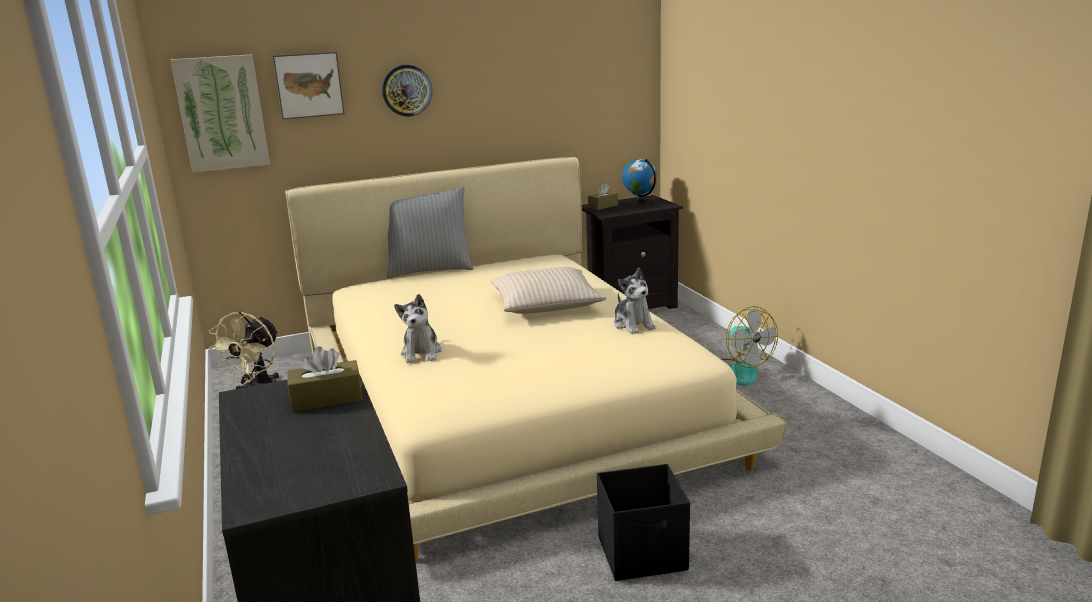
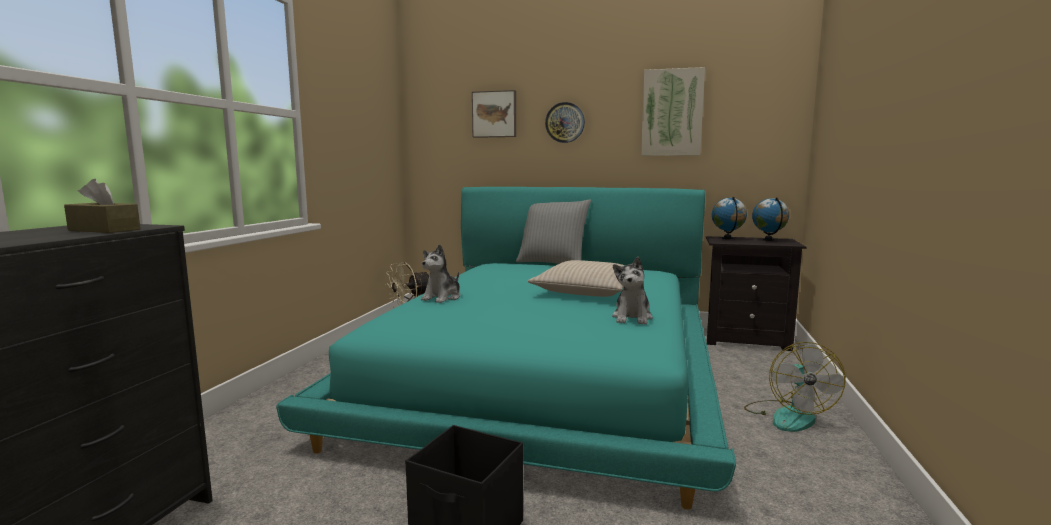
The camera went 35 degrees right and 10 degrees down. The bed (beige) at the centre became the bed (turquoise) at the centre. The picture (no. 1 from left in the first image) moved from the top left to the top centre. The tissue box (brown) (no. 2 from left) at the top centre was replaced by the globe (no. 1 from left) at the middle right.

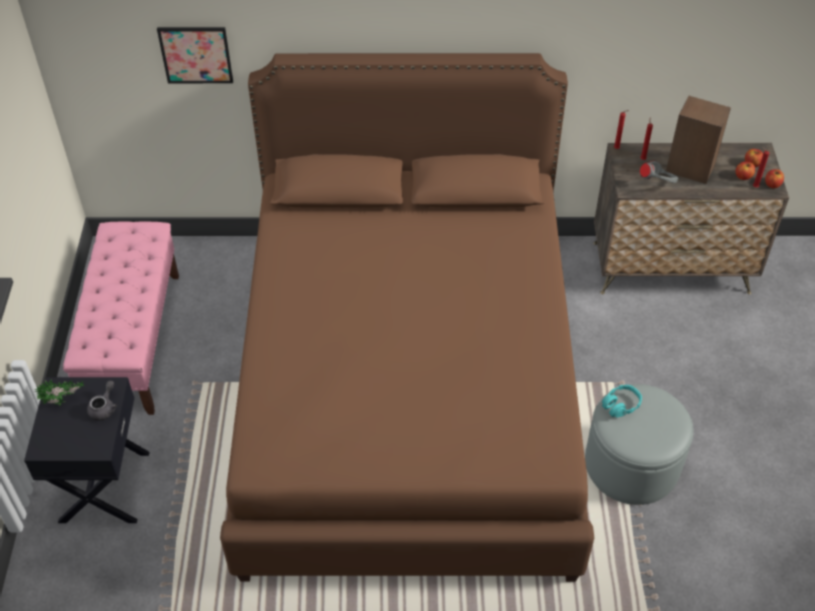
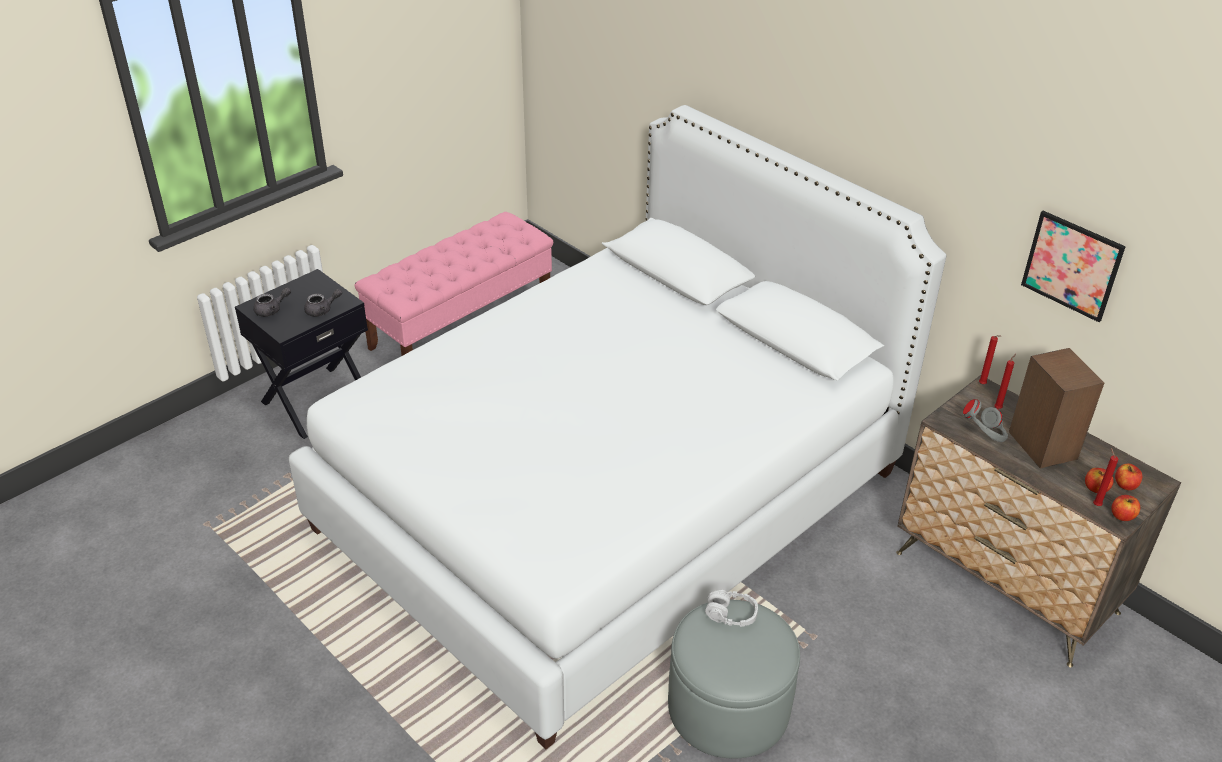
The camera went 45 degrees right and 10 degrees down. The teapot (grey) (no. 1 from left) at the middle left appeared. The bed (brown) at the centre became the bed (white) at the centre. The headphones (turquoise) at the middle right became the headphones (grey) (no. 1 from left) at the bottom centre. The picture moved from the top left to the middle right. The potted plant at the middle left disappeared.

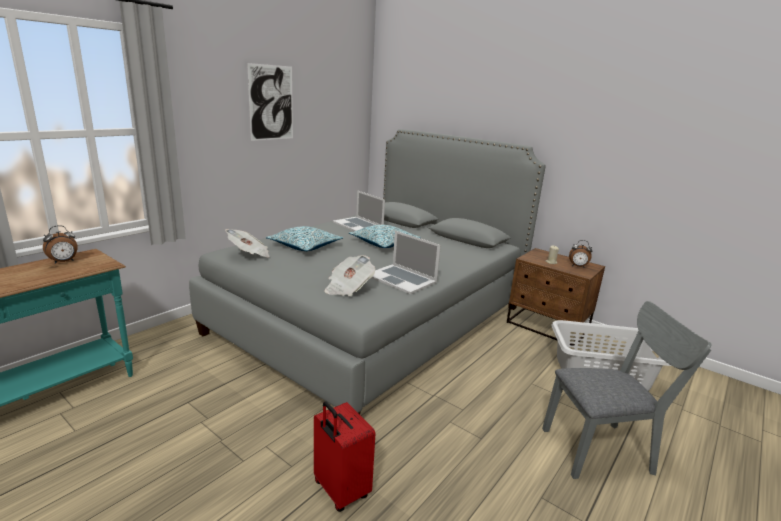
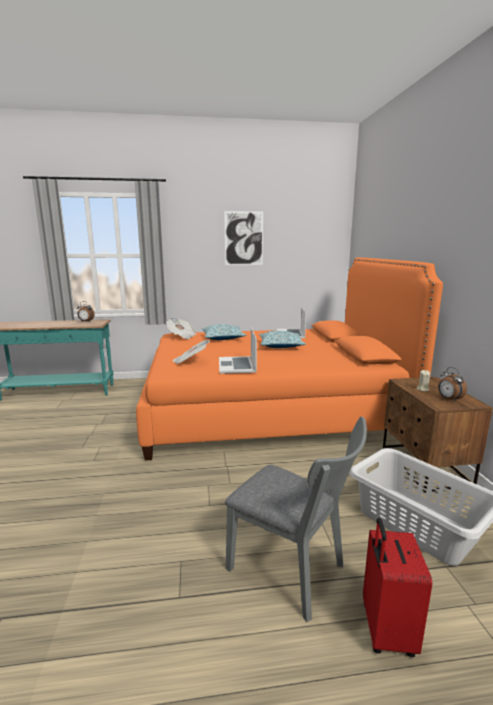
The camera went 45 degrees right and 5 degrees down. The bed (grey) at the centre became the bed (orange) at the centre. The suitcase (red) moved from the bottom centre to the bottom right.

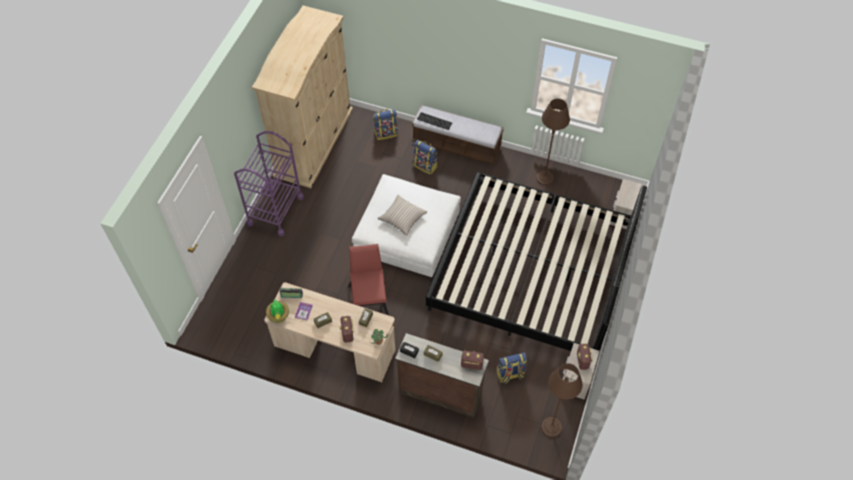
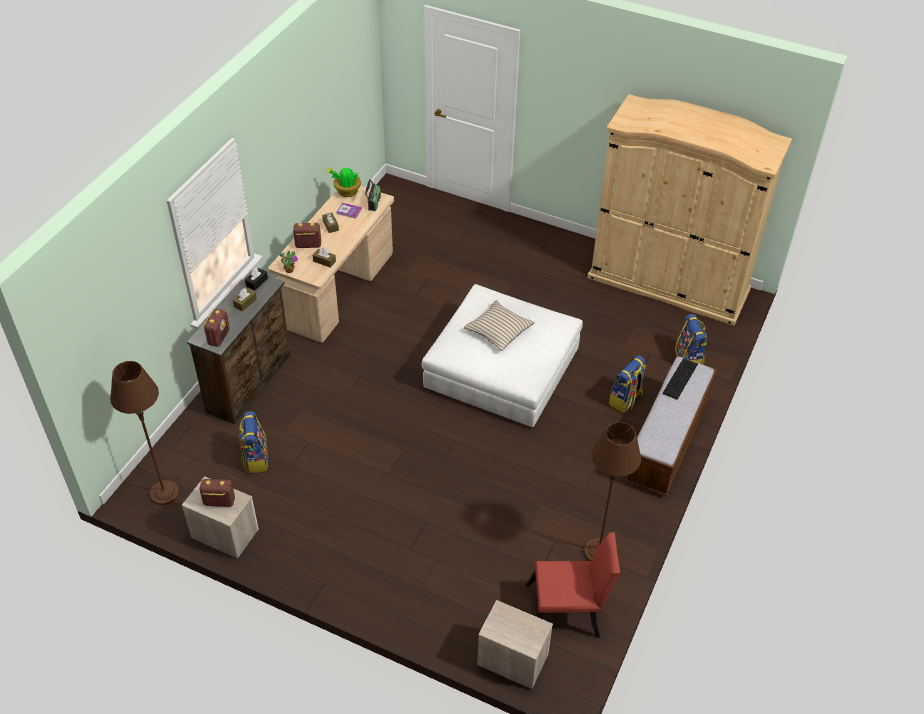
The camera went 95 degrees right and 10 degrees down. The chair (red) moved from the centre to the bottom centre. The cart (purple) at the middle left disappeared. The bed at the centre disappeared.

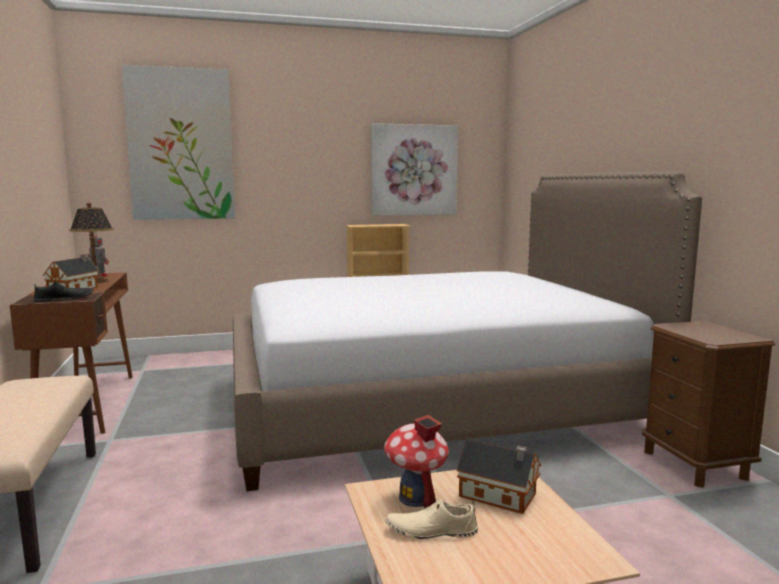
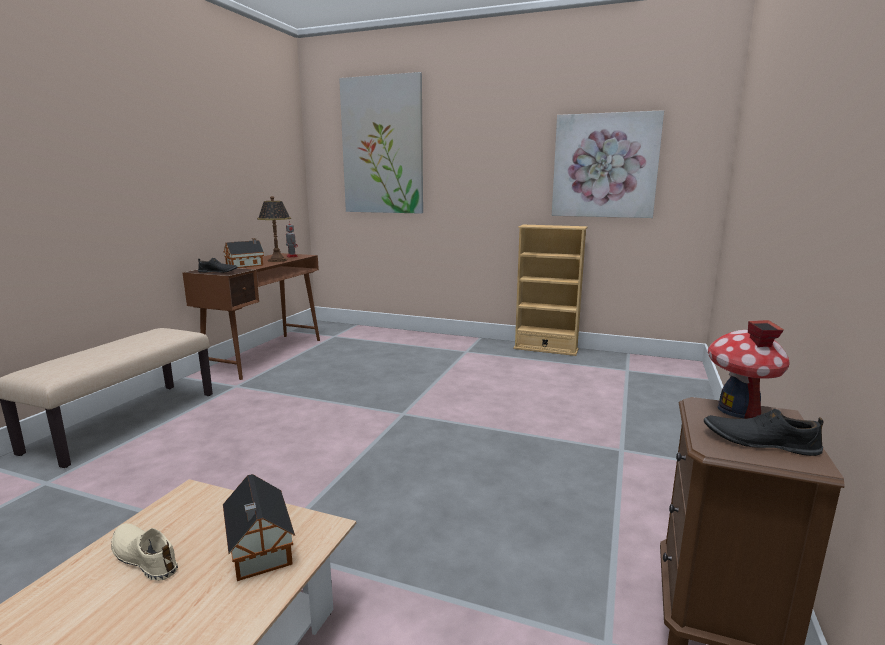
The camera went 35 degrees right and 5 degrees up. The shoe (black) (no. 2 from left) at the bottom right appeared. The toy house (no. 2 from left in the first image) moved from the bottom centre to the middle right. The bed at the centre disappeared.

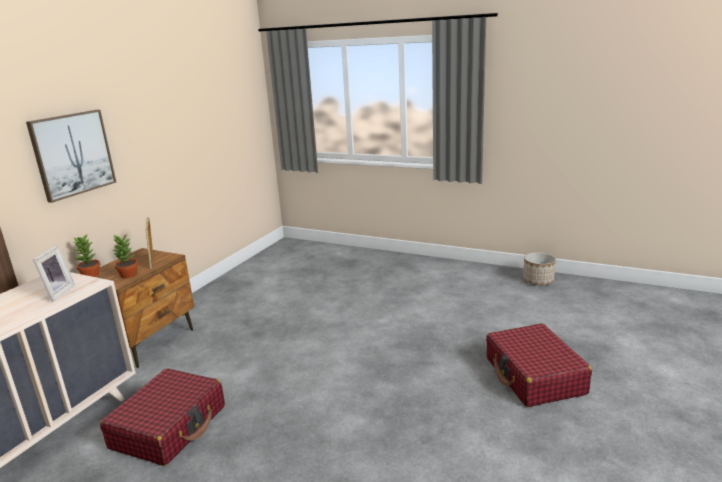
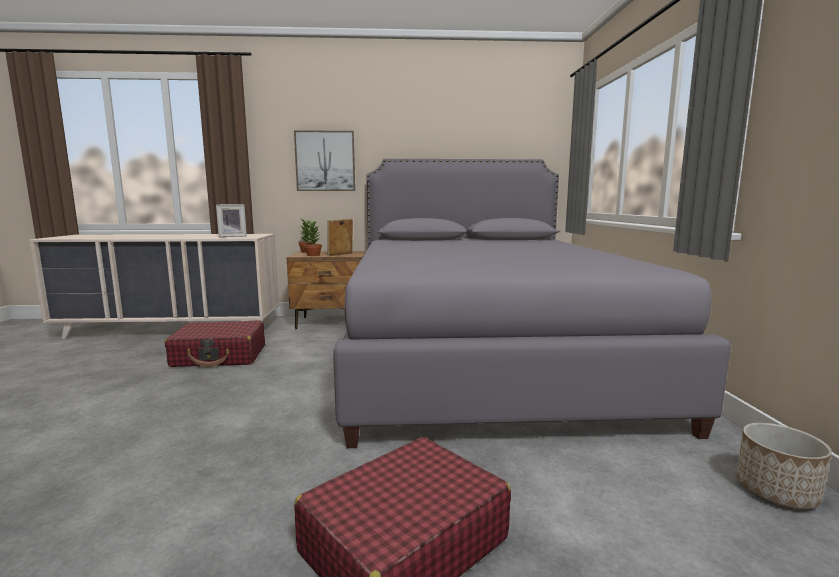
The camera went 60 degrees right and 10 degrees down. The bed (grey) at the centre appeared.

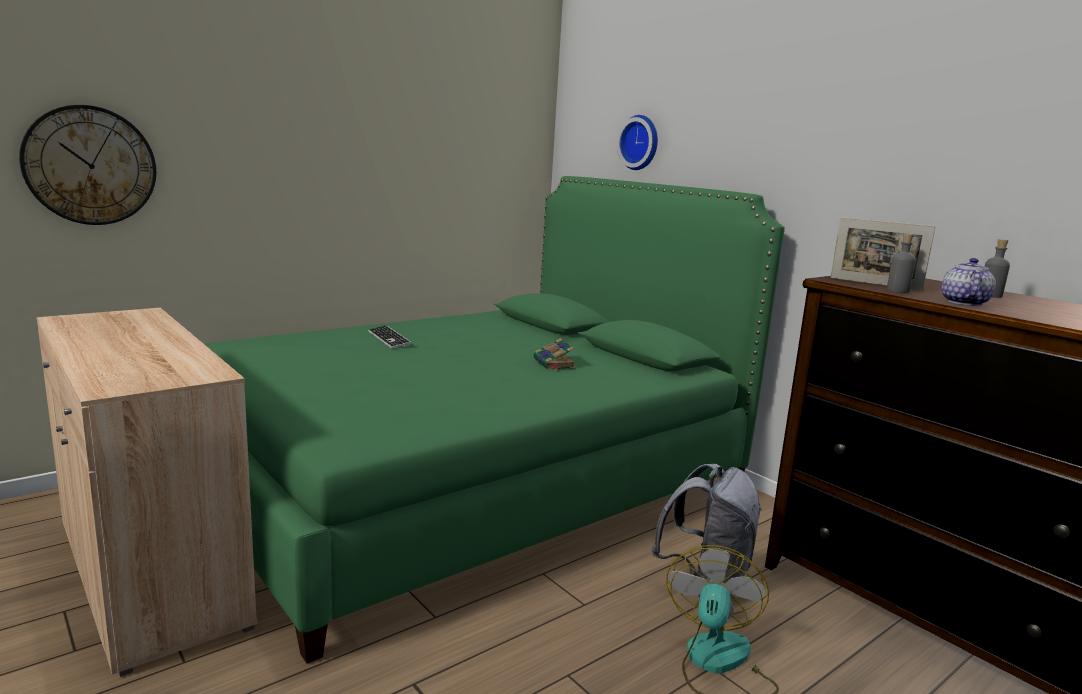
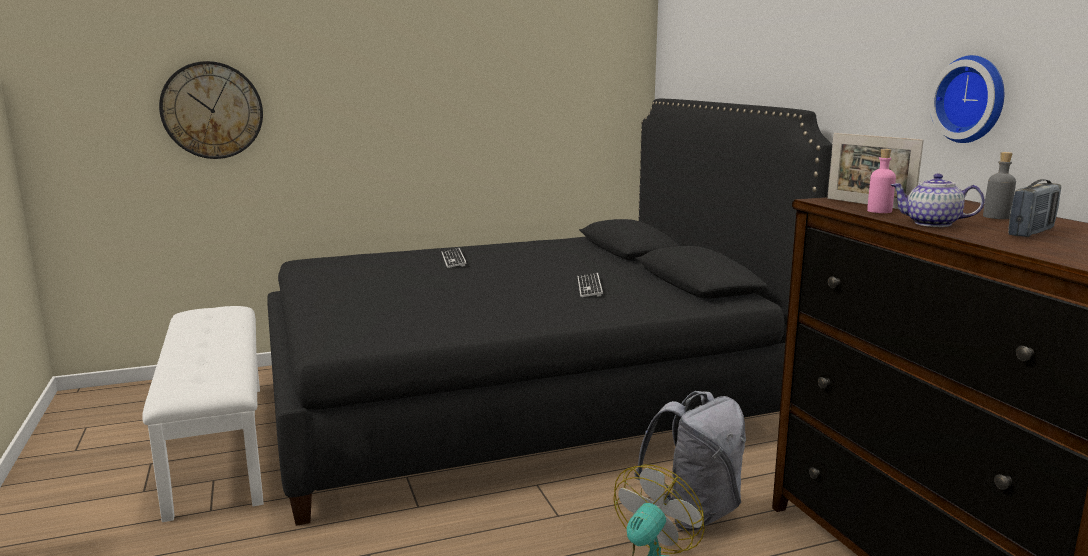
The camera went 20 degrees right and 0 degrees up. The cabinet (beige) at the bottom left was replaced by the bench (white) at the bottom left. The bed (green) at the centre became the bed (black) at the centre. The book at the centre was replaced by the keyboard (no. 2 from left) at the centre. The bottle (grey) (no. 1 from left) at the middle right became the bottle (pink) at the top right. The teapot at the middle right turned 105 degrees counterclockwise. The wall clock (no. 2 from left) moved from the top centre to the top right. The radio at the middle right appeared.

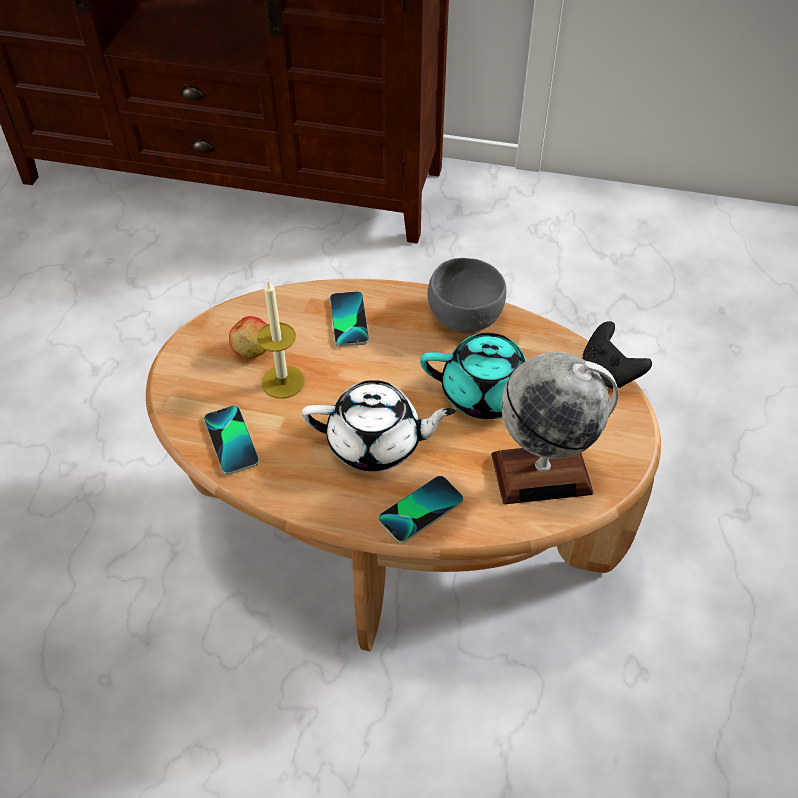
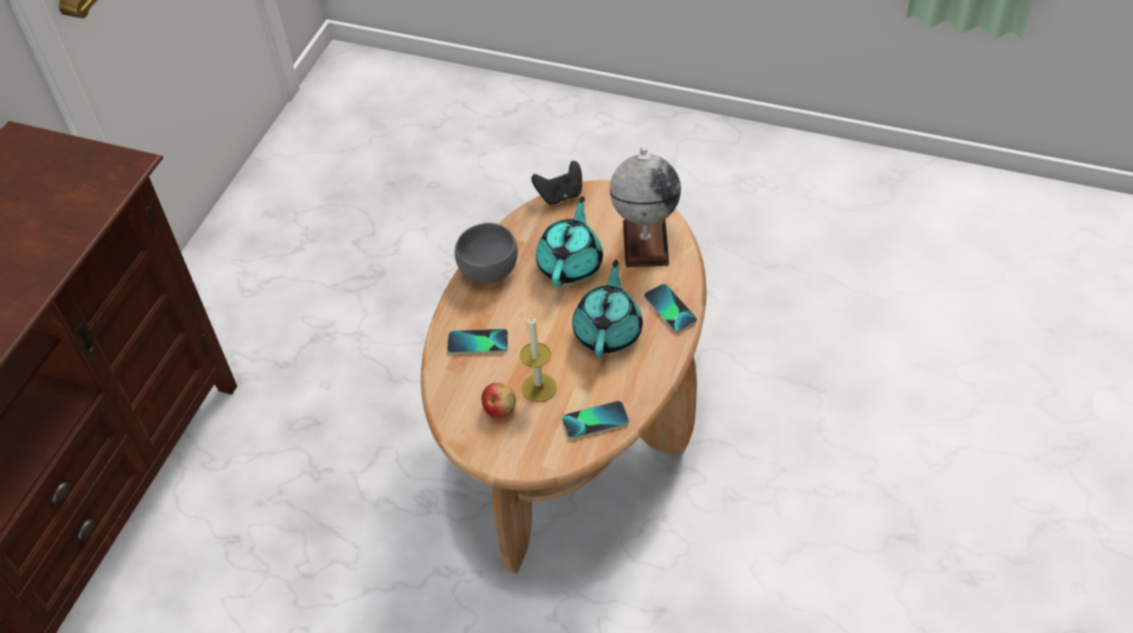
The camera went 80 degrees left and 0 degrees up. The teapot (white) at the centre became the teapot (turquoise) (no. 2 from left) at the centre.

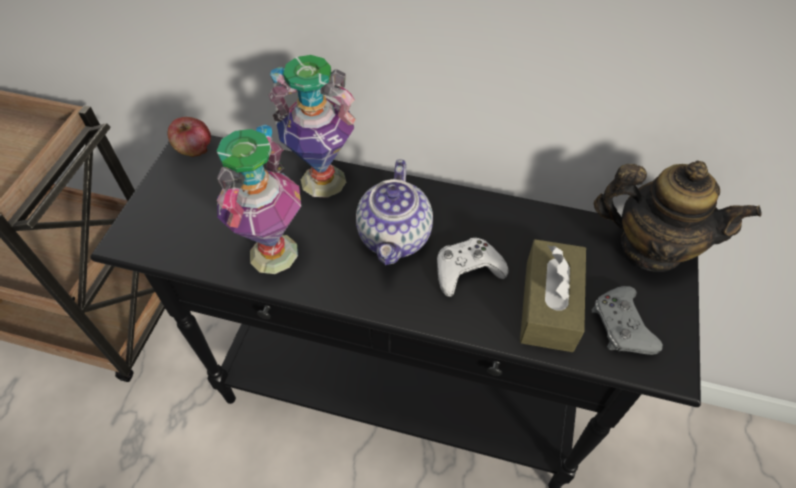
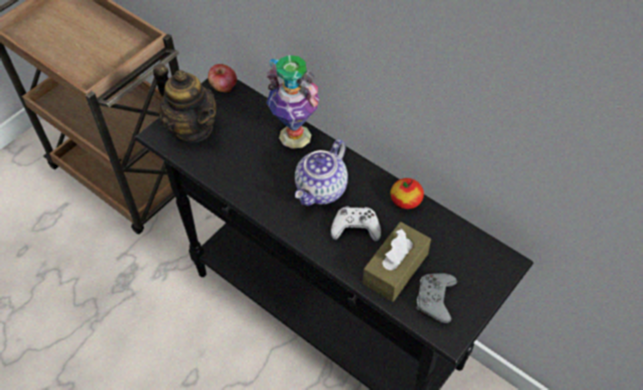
The camera went 25 degrees right and 0 degrees up. The teapot (no. 2 from left in the first image) moved from the middle right to the top left. The apple (no. 2 from left) at the centre appeared. The vase (no. 1 from left) at the middle left disappeared.

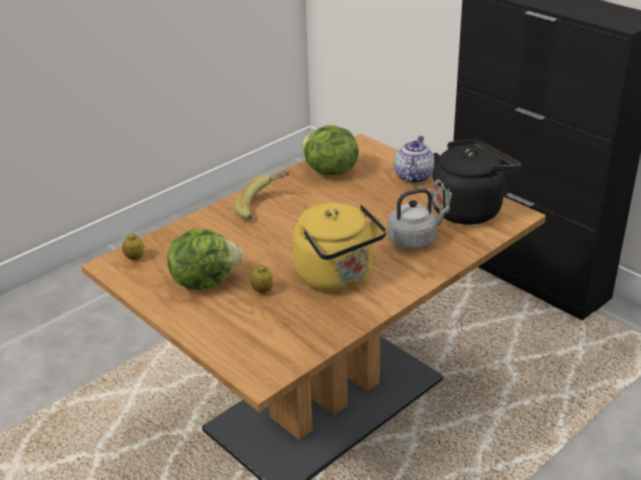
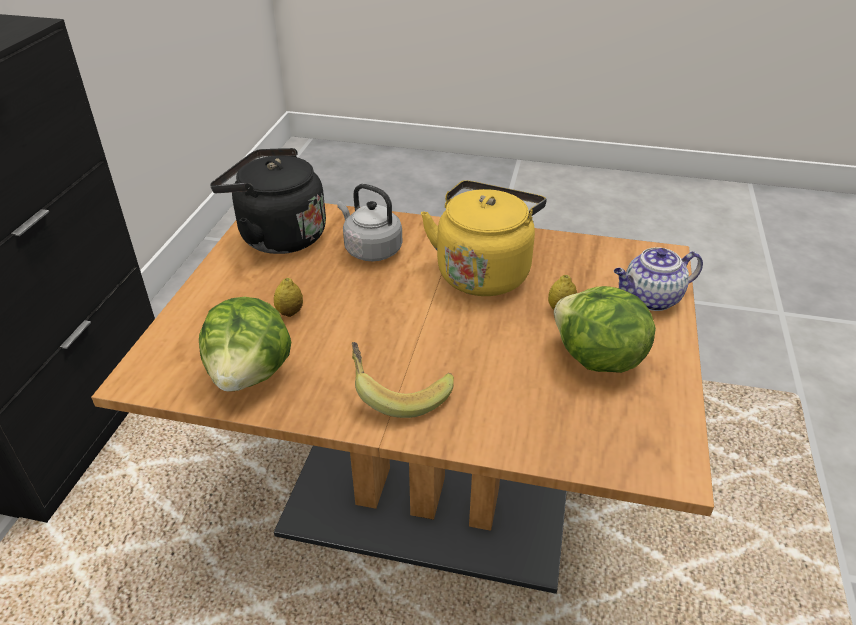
The camera went 125 degrees left and 5 degrees up. The lemon (no. 1 from left) moved from the middle left to the centre. The teapot moved from the centre to the middle right.

